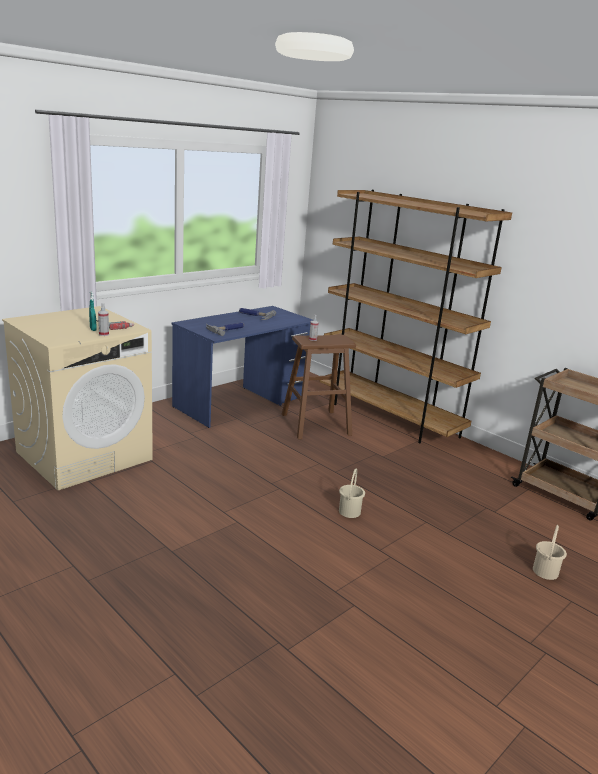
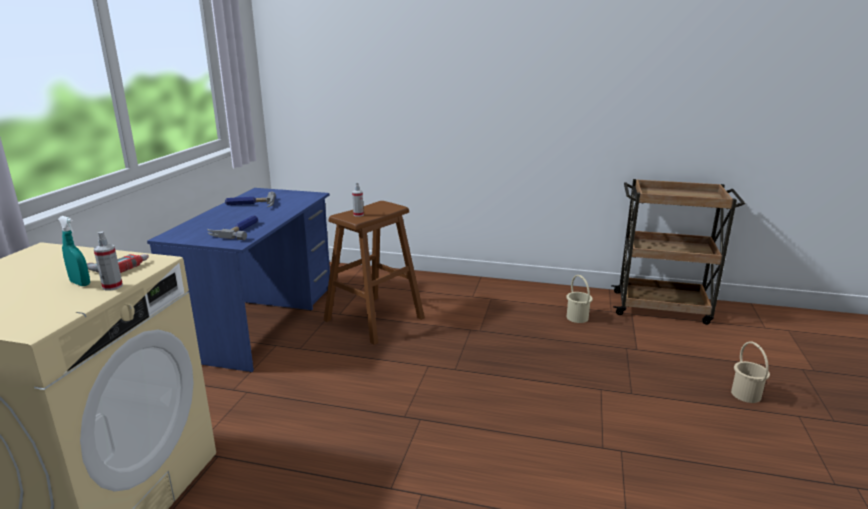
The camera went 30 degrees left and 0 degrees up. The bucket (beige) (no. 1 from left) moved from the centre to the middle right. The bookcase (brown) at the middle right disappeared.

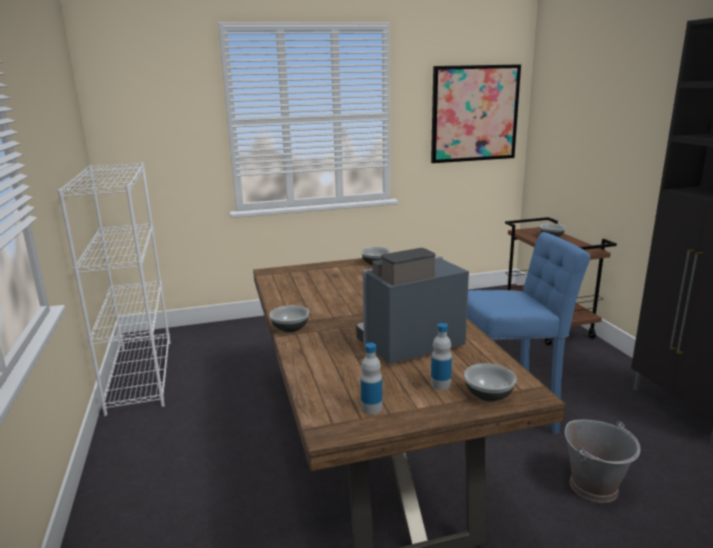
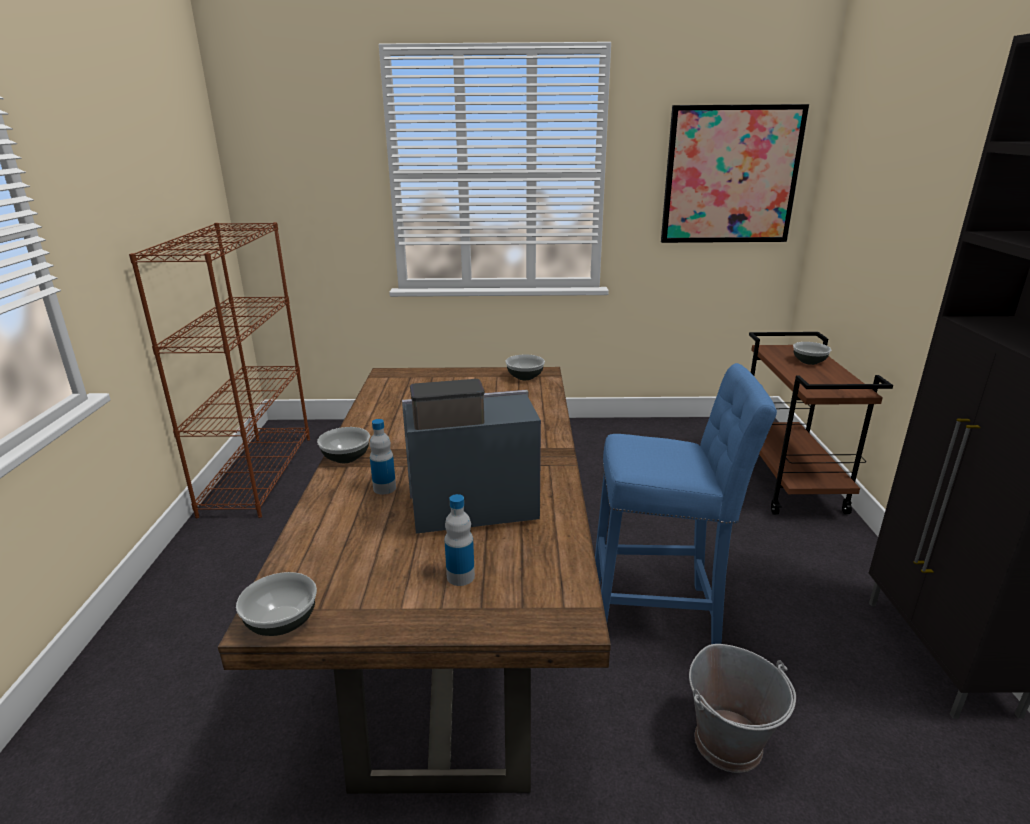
The camera went 15 degrees right and 5 degrees up. The bookcase (white) at the middle left became the bookcase (brown) at the middle left. The bowl (no. 3 from left in the first image) moved from the bottom right to the bottom left. The bottle (no. 1 from left) moved from the bottom centre to the centre.

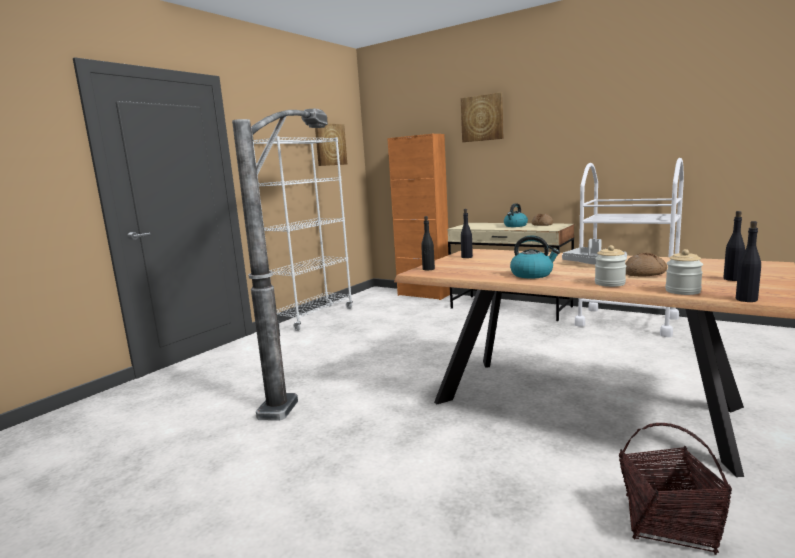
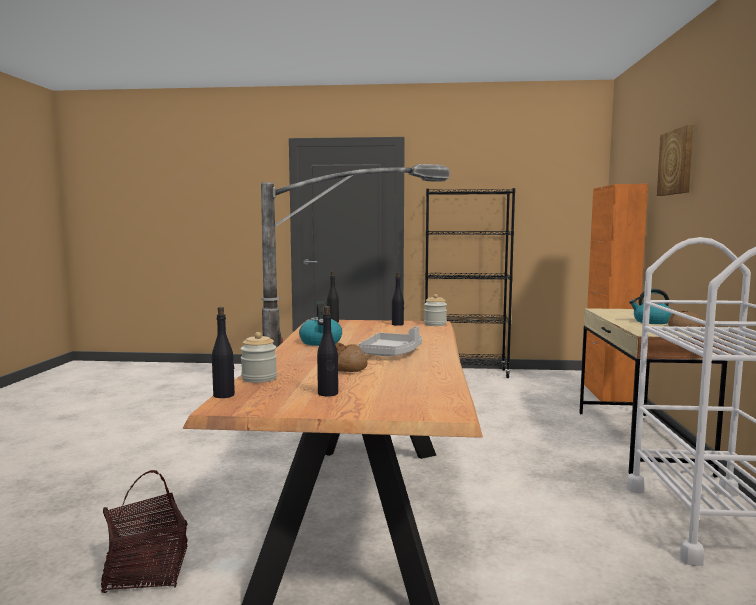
The camera went 60 degrees right and 5 degrees down. The jar (no. 1 from left in the first image) moved from the middle right to the centre. The bookcase (white) at the centre became the bookcase (black) at the centre. The picture (no. 1 from left) at the top centre disappeared.

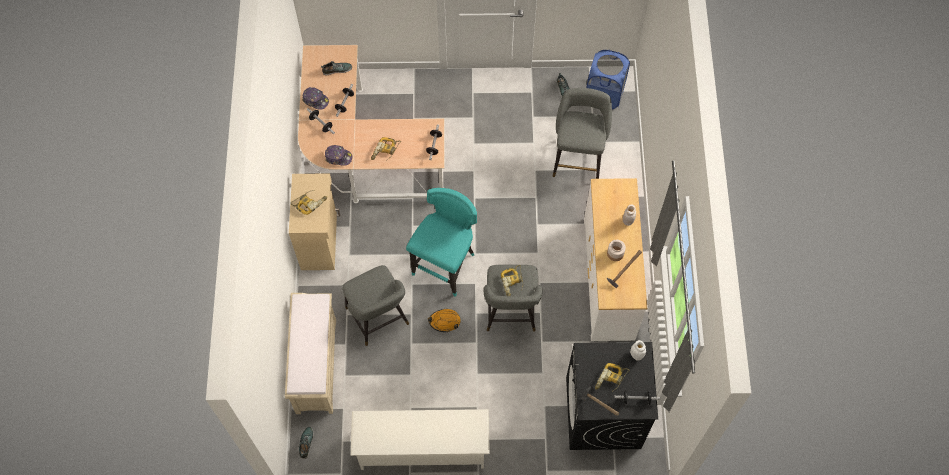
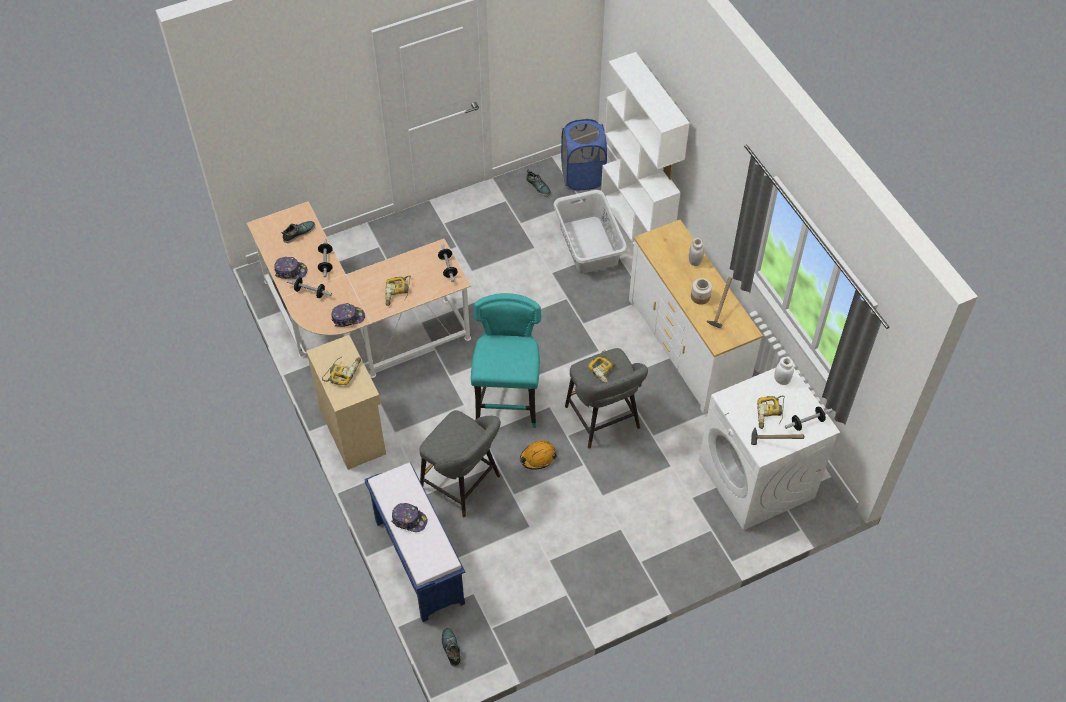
The camera went 25 degrees left and 10 degrees down. The bench (beige) at the bottom left became the bench (blue) at the bottom centre. The cap (no. 3 from left) at the bottom centre appeared. The stool (grey) (no. 3 from left) at the top centre was replaced by the laundry basket (grey) at the top centre. The bookcase (white) at the top centre appeared. The washing machine (black) at the bottom centre became the washing machine (white) at the middle right. The shoe rack (white) at the bottom centre disappeared.

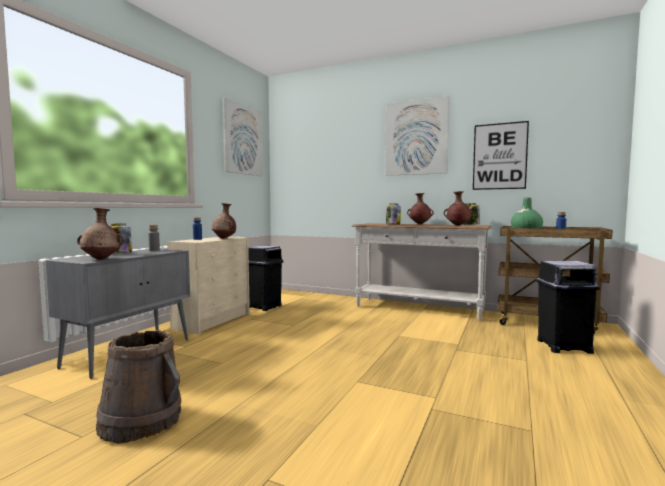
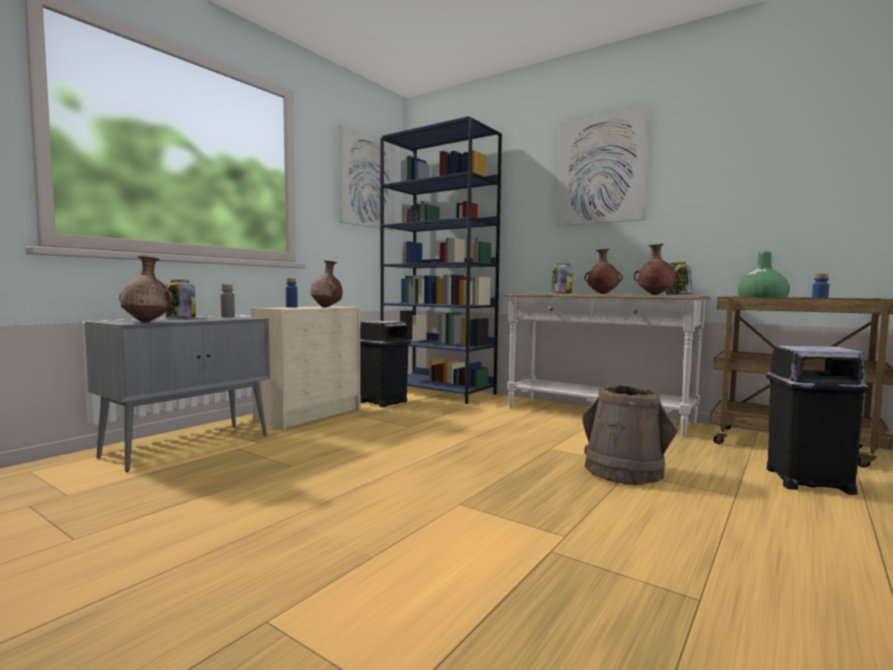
The camera went 10 degrees right and 0 degrees up. The bookcase (blue) at the centre appeared. The bucket (brown) moved from the bottom left to the middle right. The picture (no. 3 from left) at the top right disappeared.

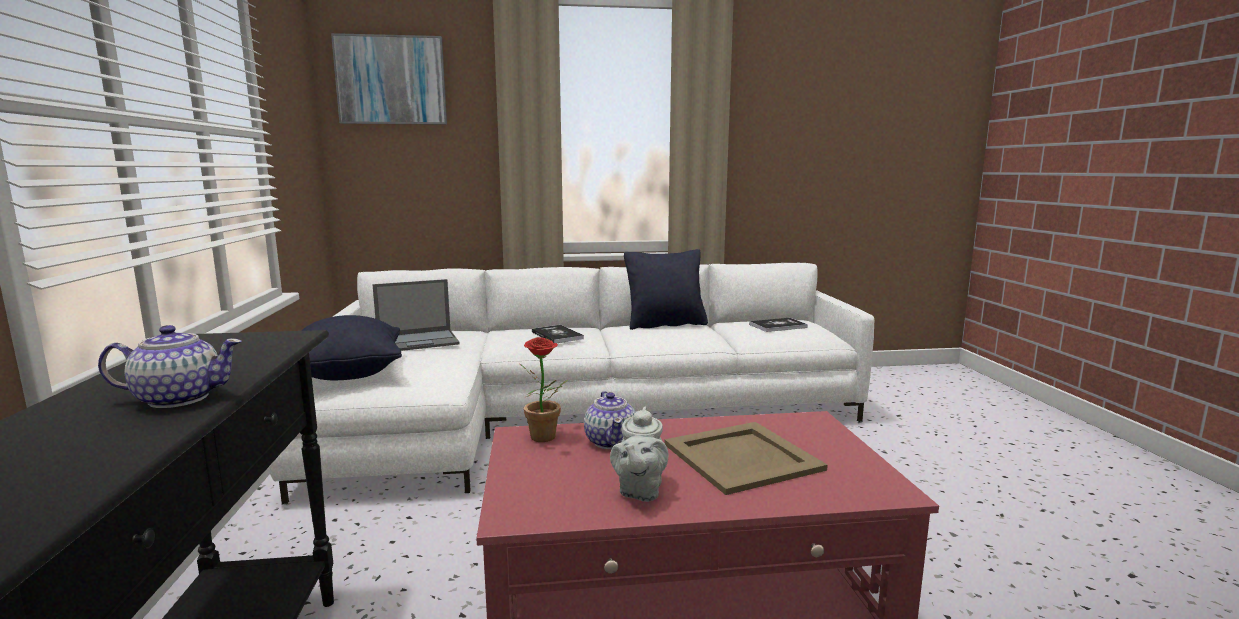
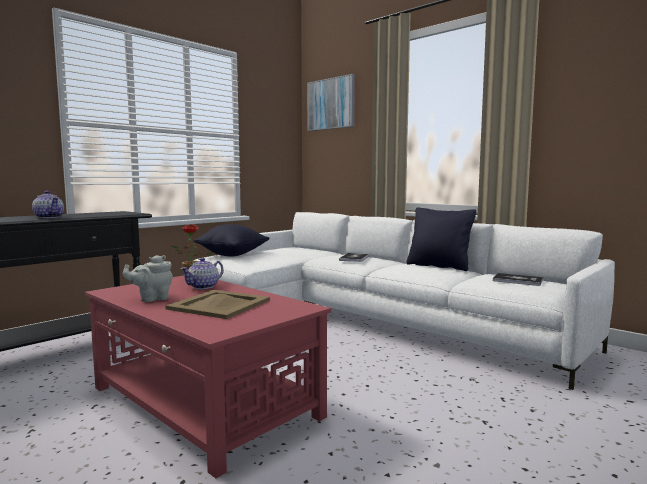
The camera went 50 degrees right and 5 degrees down. The laptop at the centre disappeared.

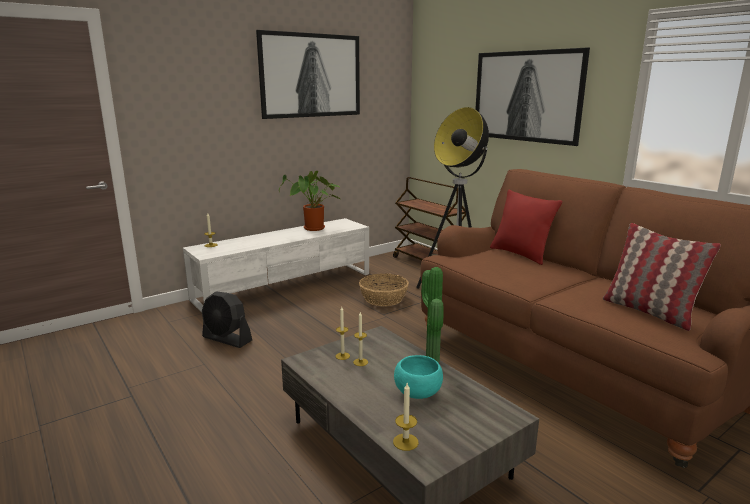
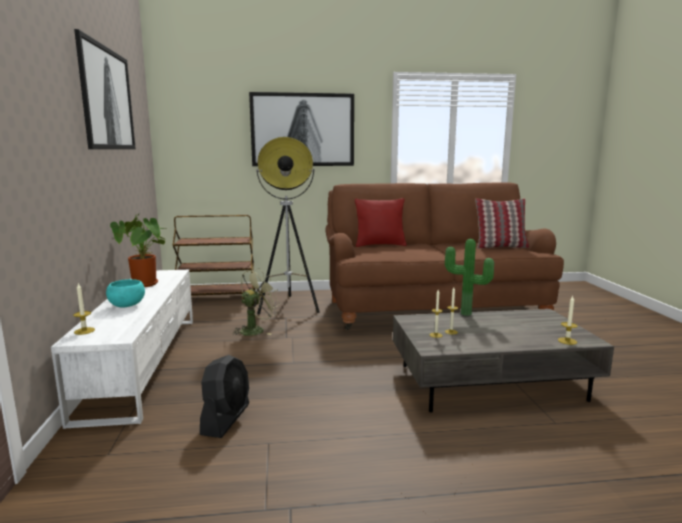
The camera went 60 degrees left and 5 degrees down. The bowl (turquoise) moved from the bottom centre to the middle left. The fan (black) at the middle left turned 45 degrees counterclockwise. The basket at the centre was replaced by the fan (green) at the centre.

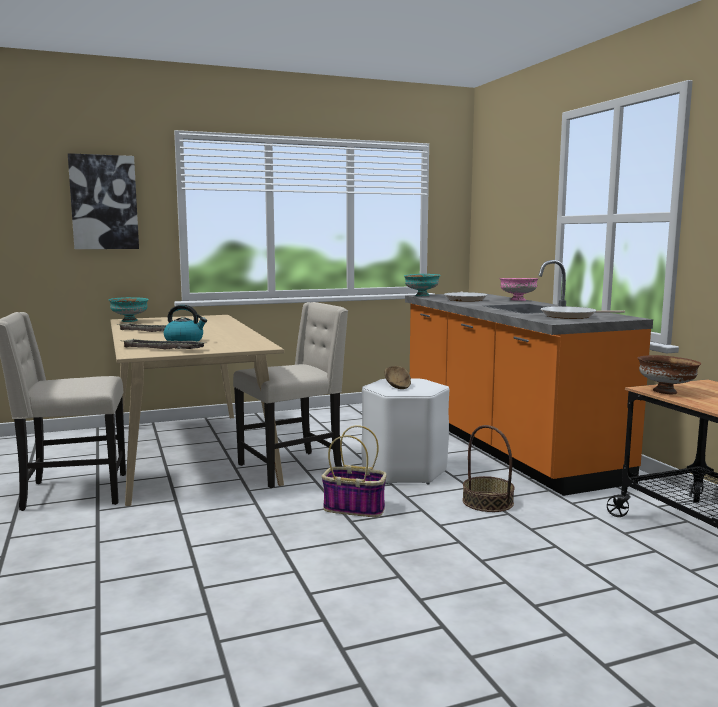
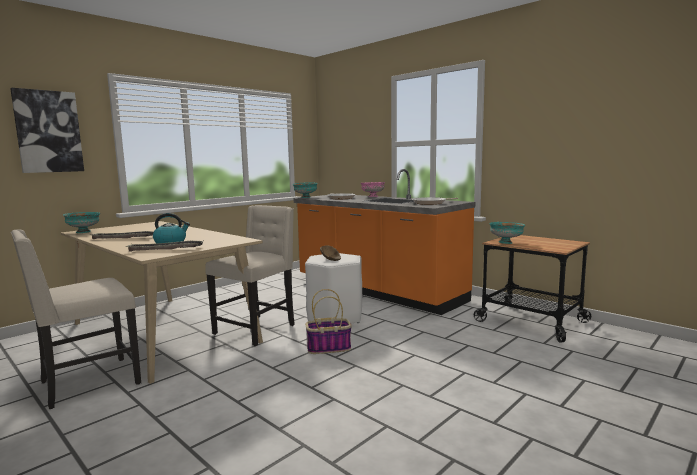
The camera went 25 degrees left and 0 degrees up. The bowl (brown) (no. 2 from left) at the middle right became the bowl (turquoise) (no. 3 from left) at the middle right. The basket (no. 2 from left) at the middle right disappeared.

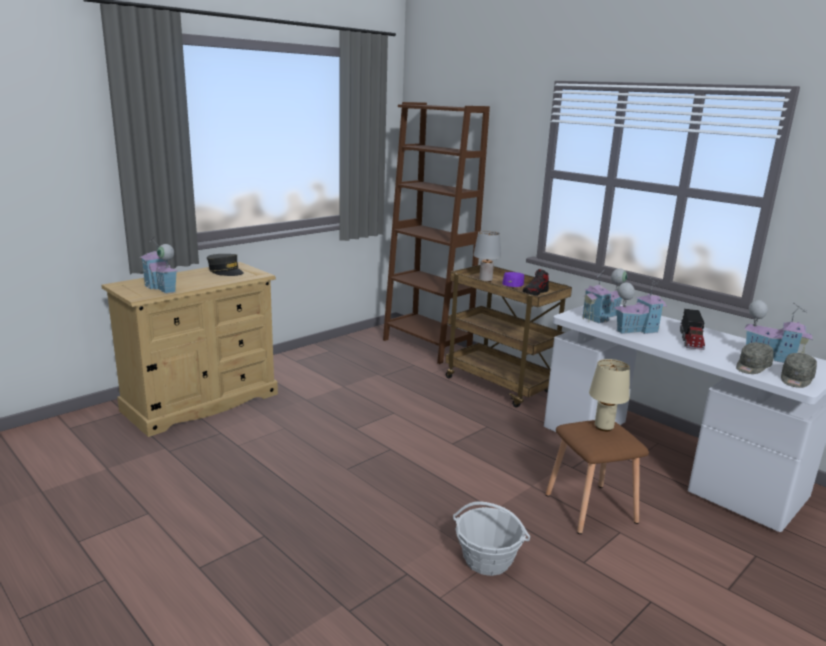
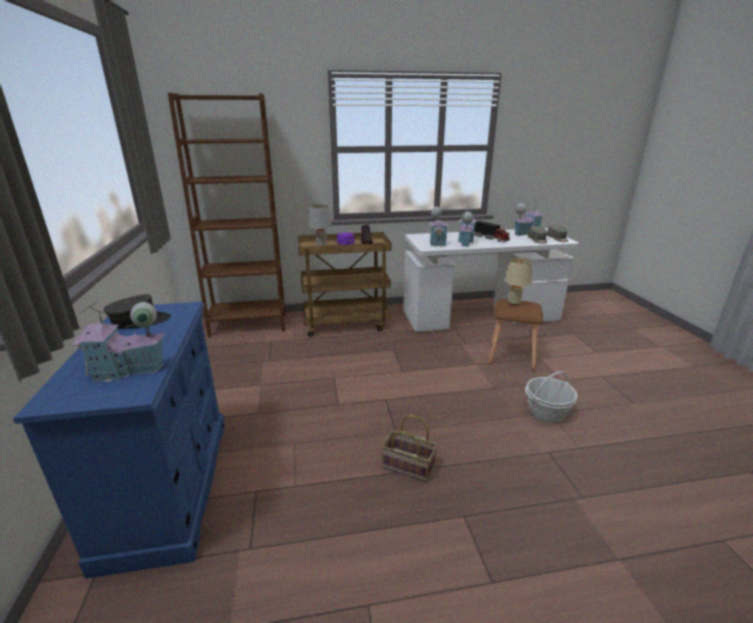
The camera went 55 degrees left and 5 degrees up. The dresser (beige) at the middle left became the dresser (blue) at the bottom left. The basket (no. 1 from left) at the bottom centre appeared.

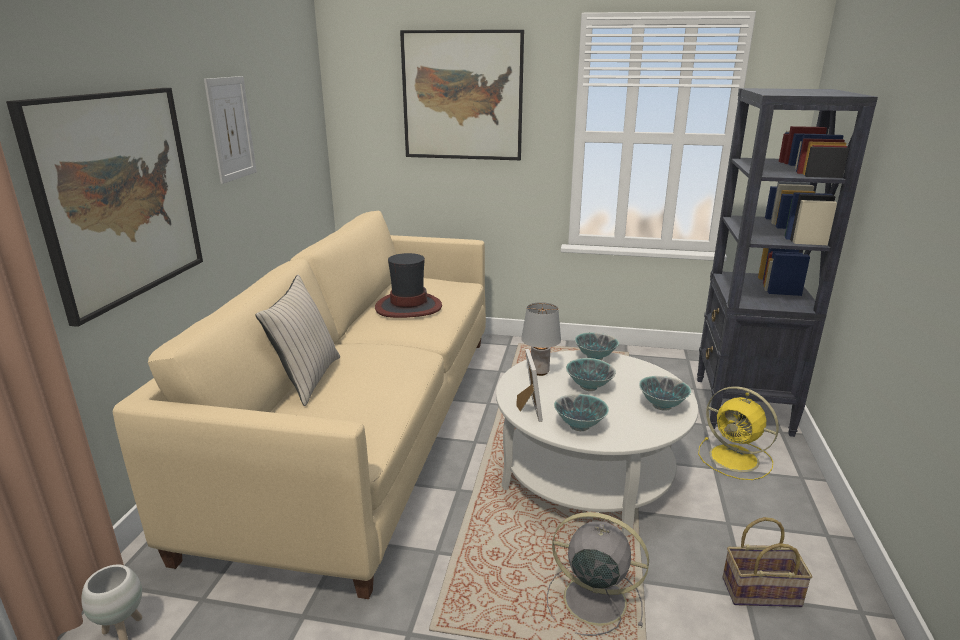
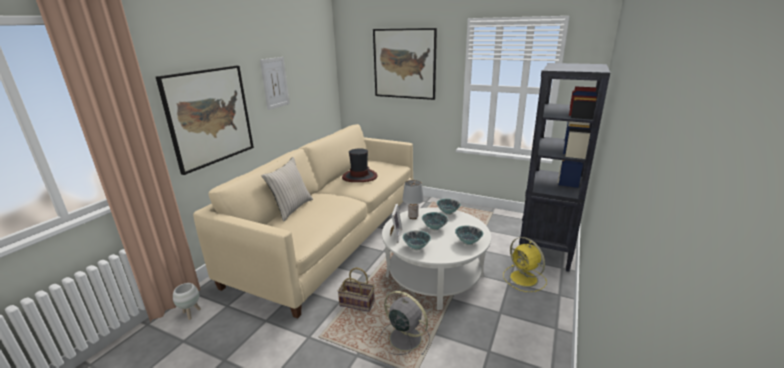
The camera went 15 degrees right and 0 degrees up. The basket moved from the bottom right to the bottom centre.

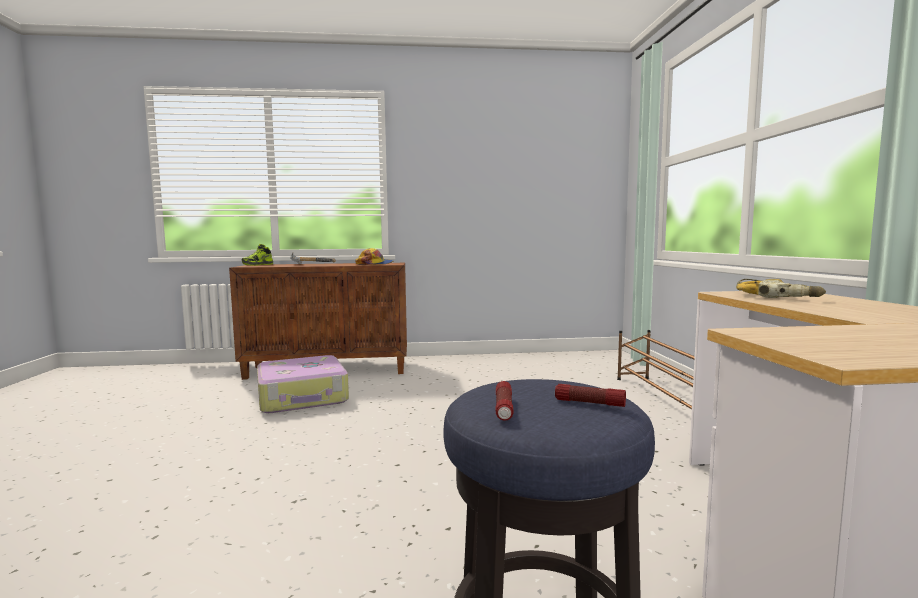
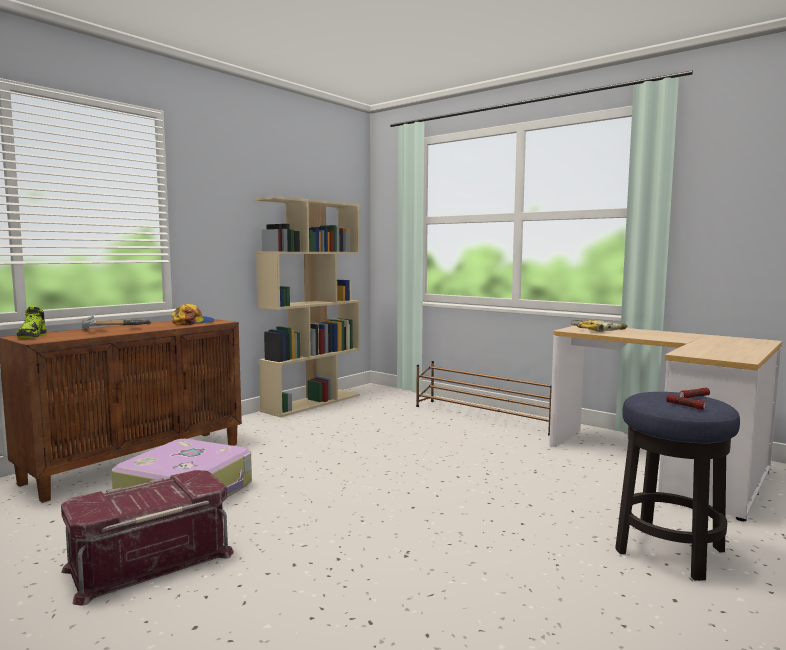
The camera went 45 degrees left and 0 degrees up. The storage box (red) at the bottom left appeared. The bookcase (beige) at the centre appeared.

